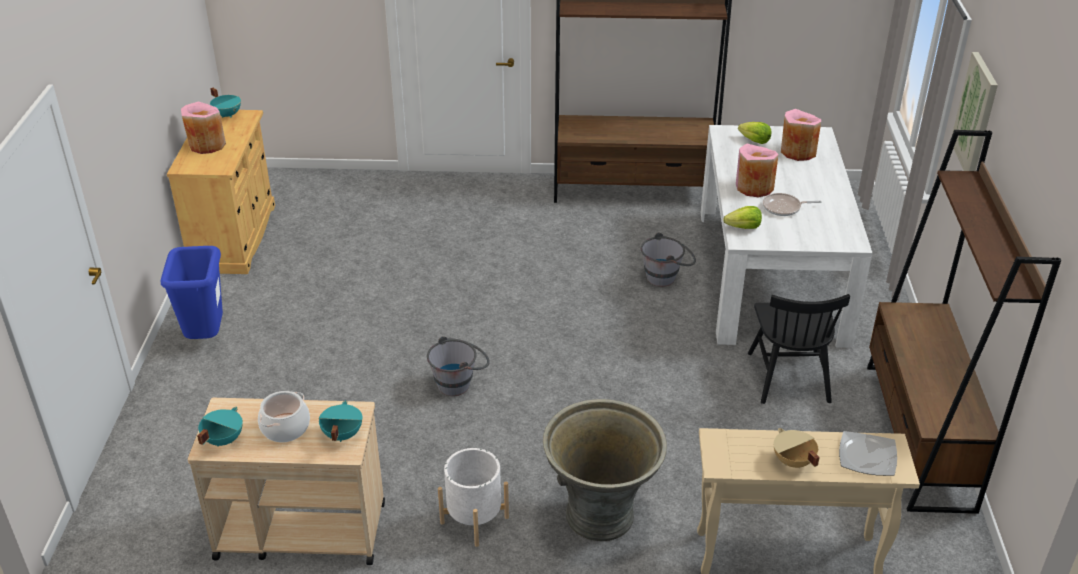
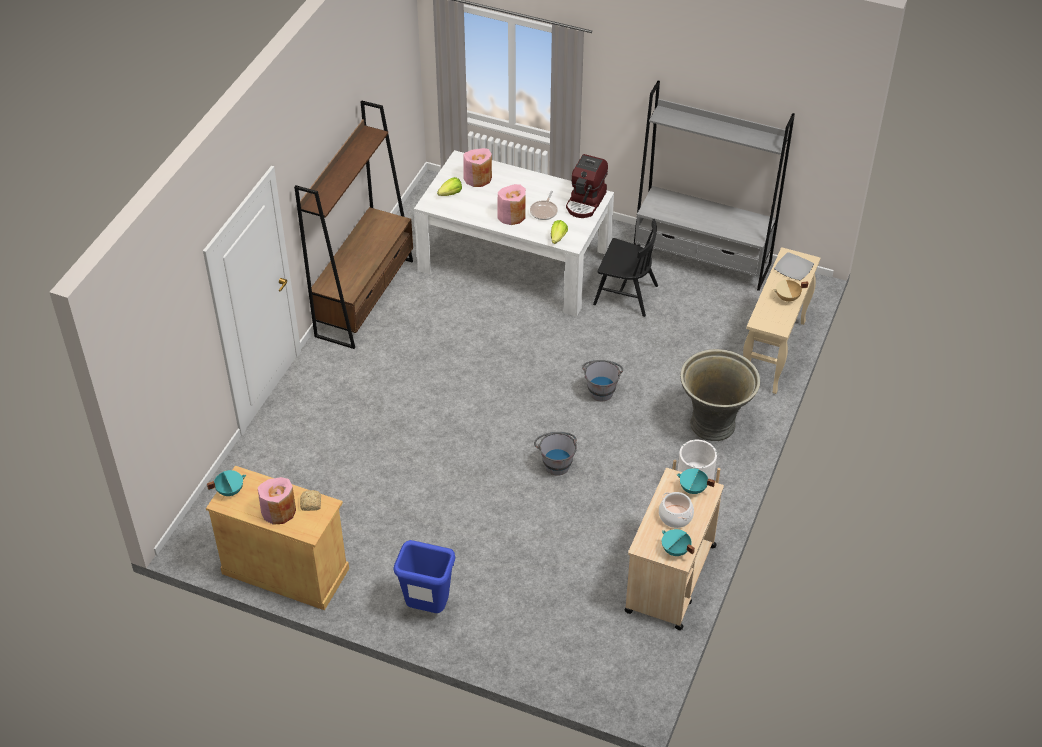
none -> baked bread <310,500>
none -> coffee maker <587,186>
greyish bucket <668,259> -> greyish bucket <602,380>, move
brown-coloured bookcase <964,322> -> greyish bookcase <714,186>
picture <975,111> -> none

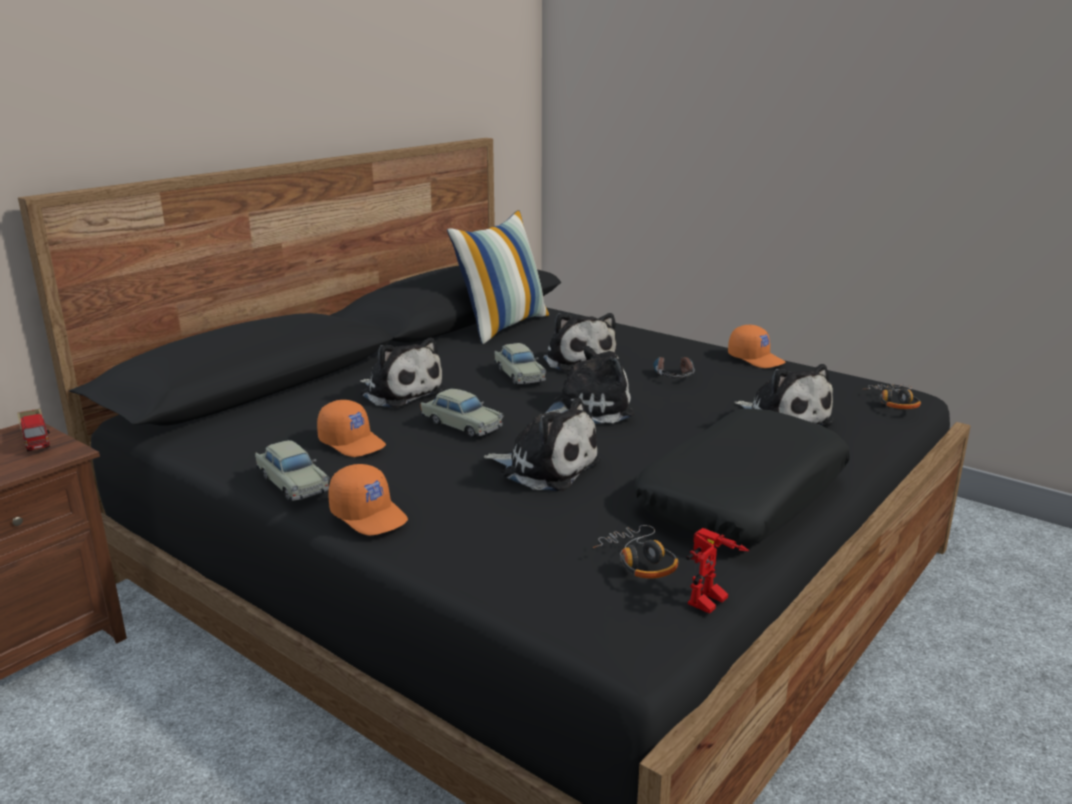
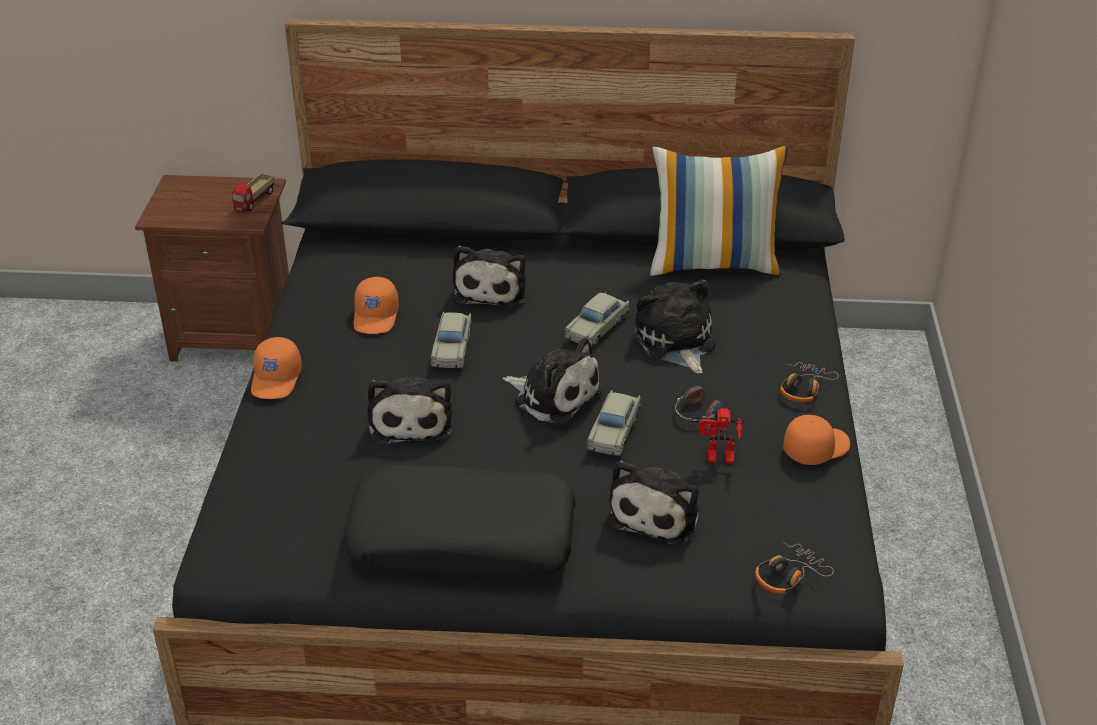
beige-coloured miniature car <292,470> -> beige-coloured miniature car <614,423>, move
soft toy <579,342> -> soft toy <675,326>, 135 degrees clockwise
model robot <717,571> -> model robot <721,436>, move
pair of headphones <635,552> -> pair of headphones <809,382>, move
orangey cap <757,346> -> orangey cap <816,440>, 135 degrees counterclockwise

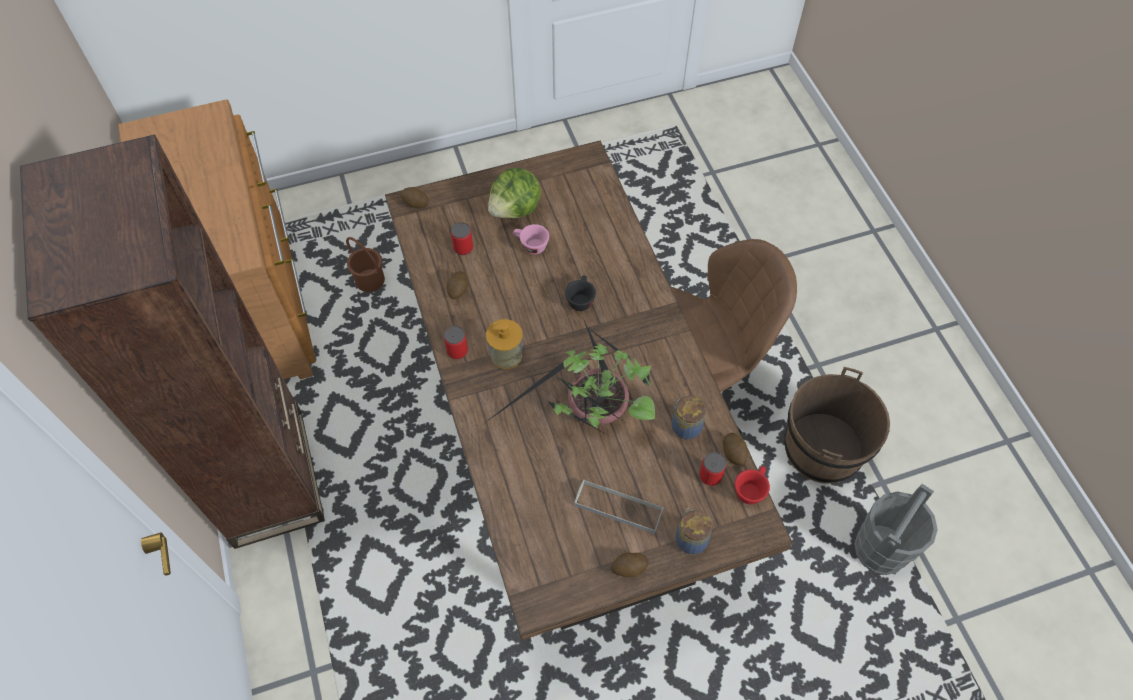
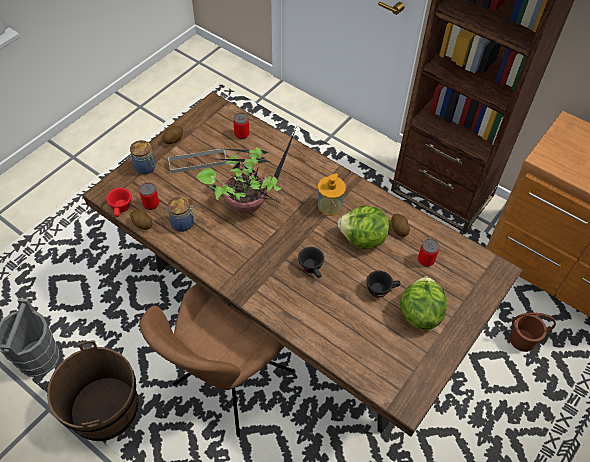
metal can <456,342> -> metal can <241,126>, move
none -> head of lettuce <363,227>
pink small cup <531,239> -> blackish small cup <383,284>
spud <414,197> -> none

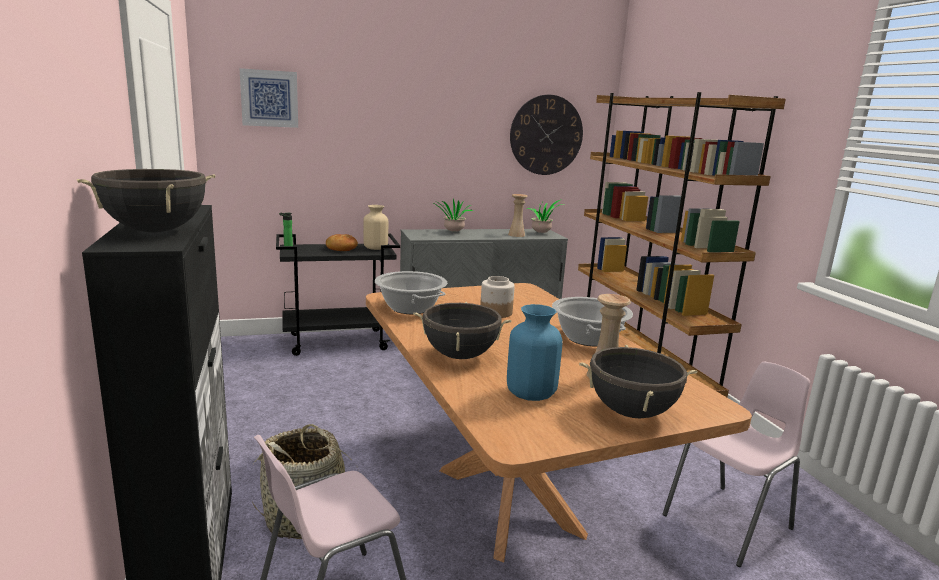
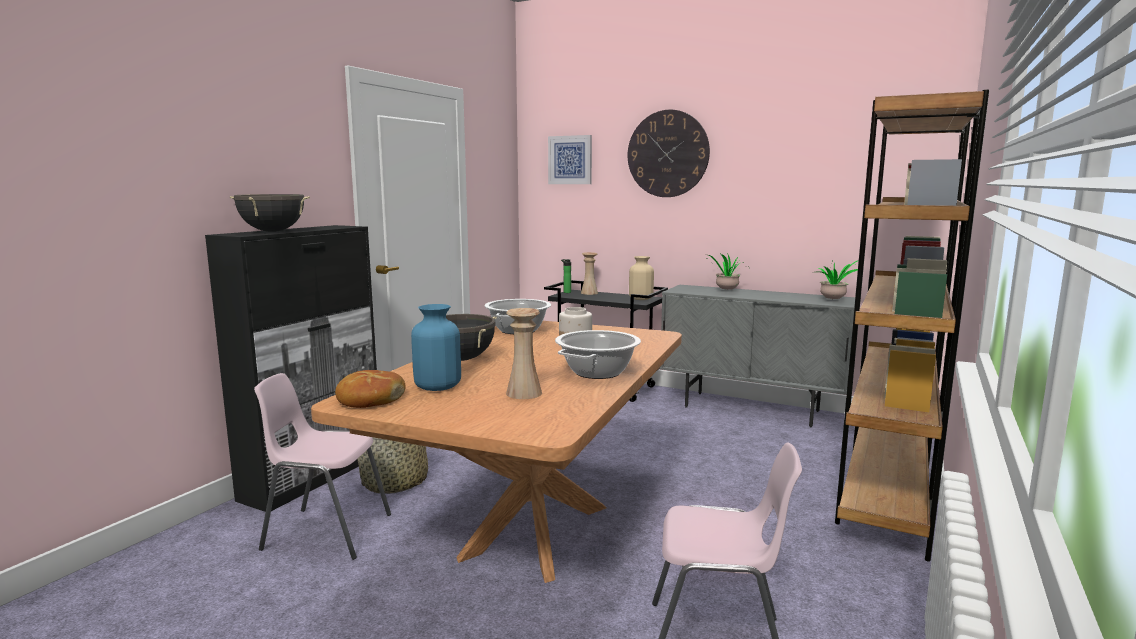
baked bread <342,242> -> baked bread <370,389>, move
beige-coloured vase <518,215> -> beige-coloured vase <589,273>, move
hanging clock <546,135> -> hanging clock <669,153>, move
blackish saucepot <638,381> -> none

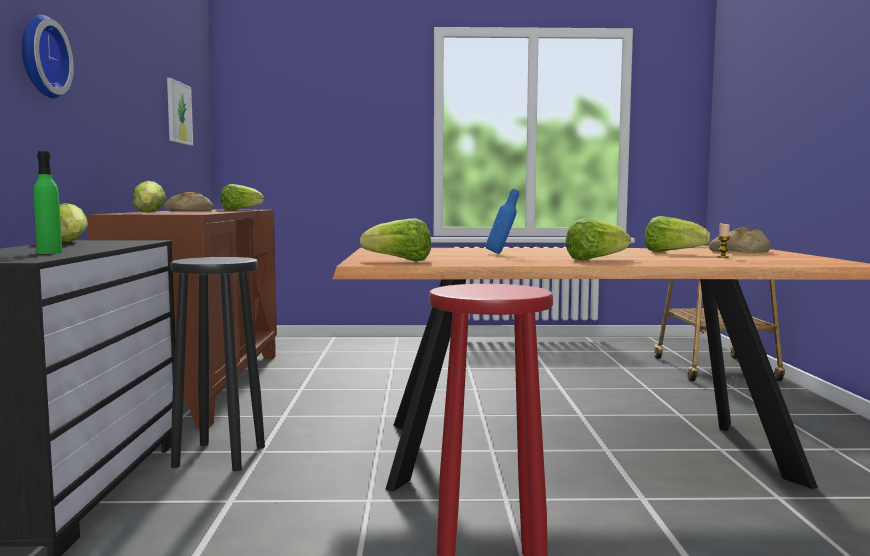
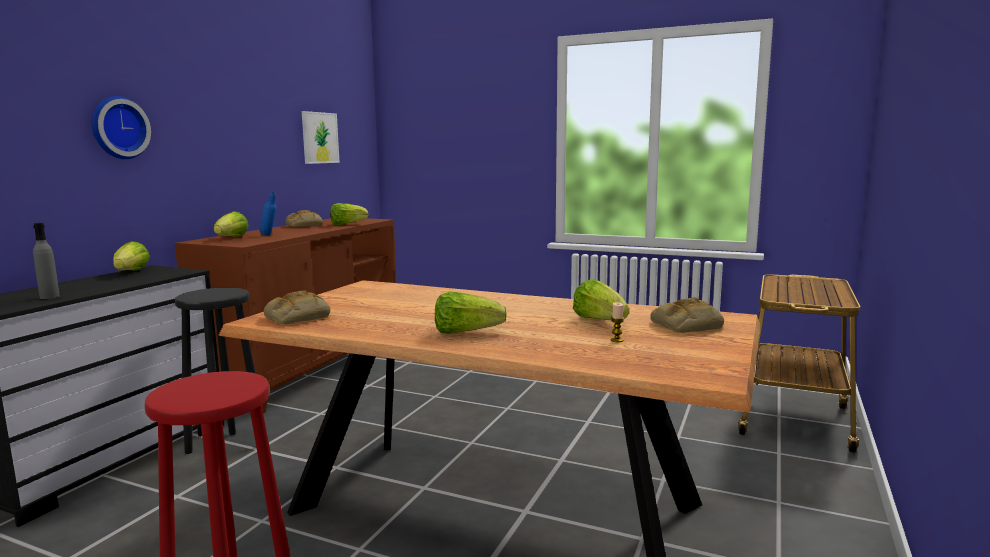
greenish drink bottle <48,202> -> greyish drink bottle <46,261>
bluish drink bottle <502,221> -> bluish drink bottle <268,213>, move
head of lettuce <395,239> -> baked bread <297,307>

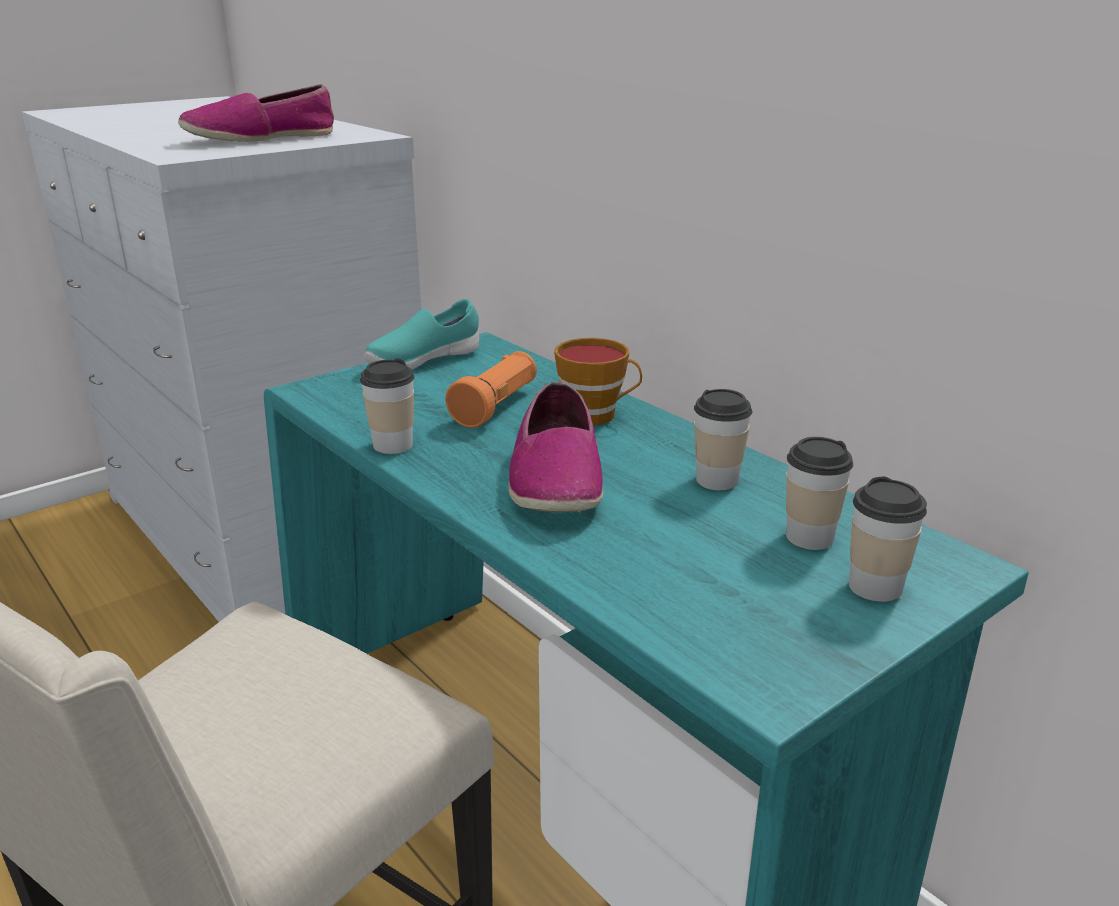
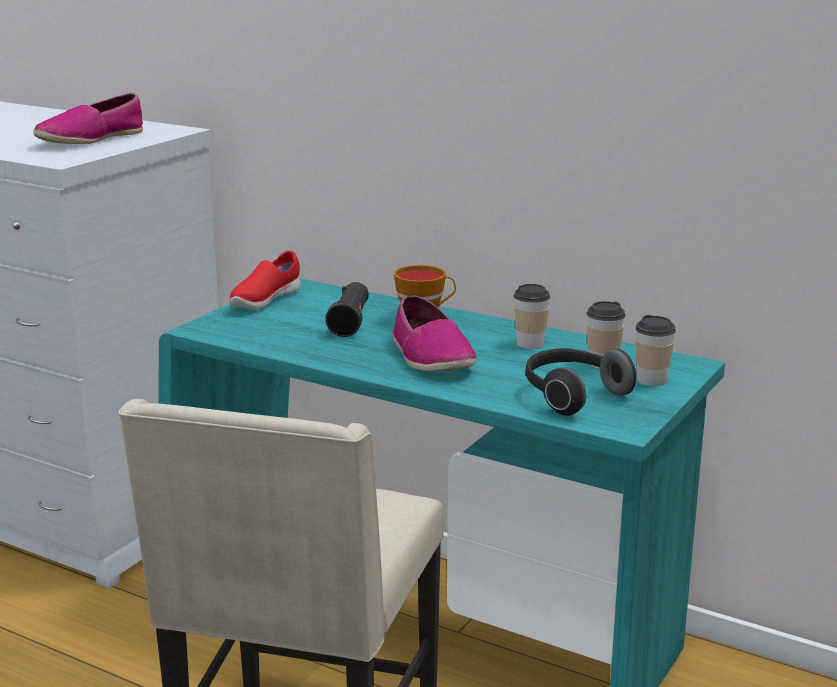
blue-green low shoe <421,334> -> reddish low shoe <265,279>
orangey hand torch <491,389> -> blackish hand torch <347,309>
none -> pair of headphones <580,382>
small cup <387,406> -> none

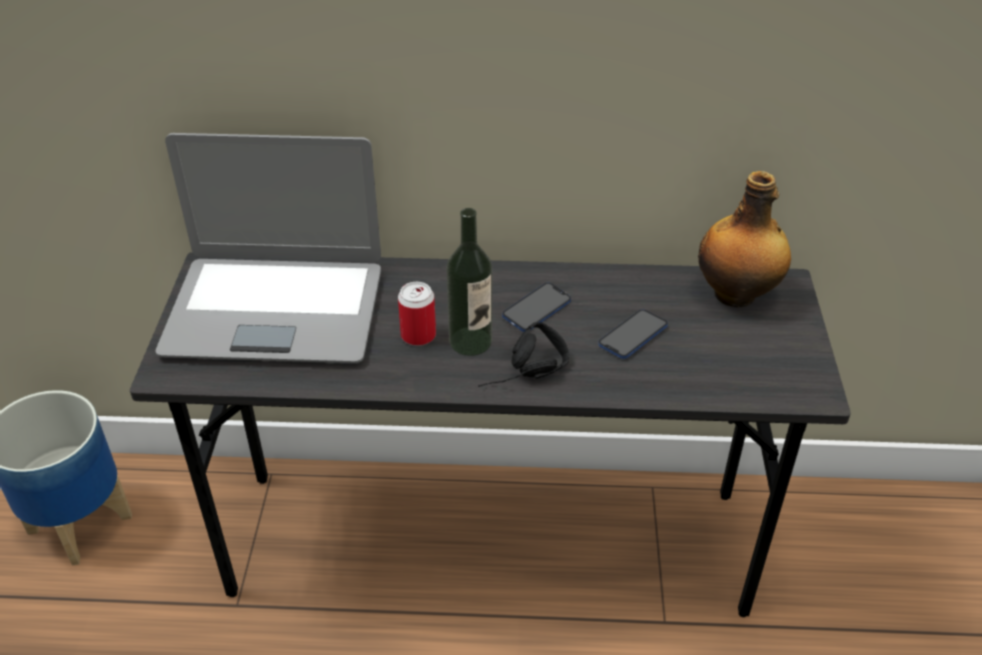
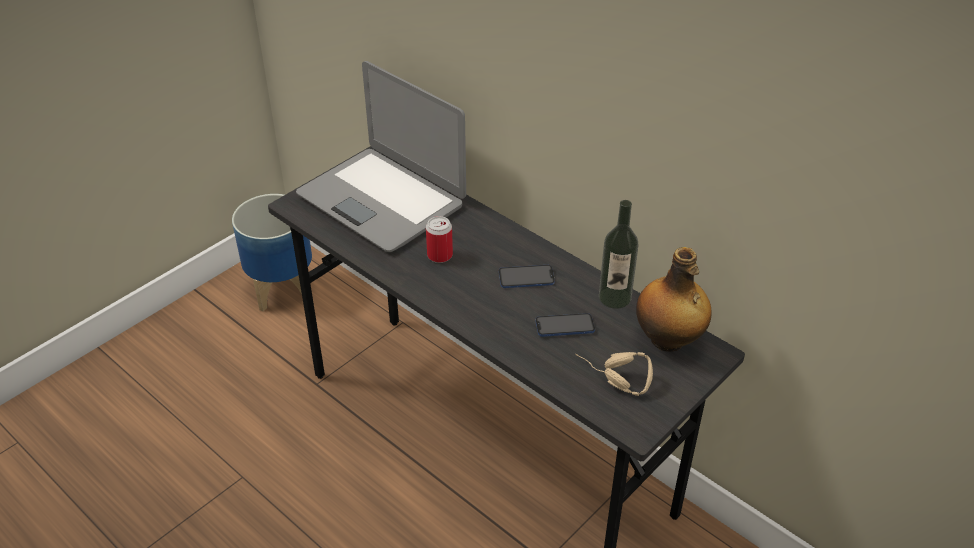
none -> beige-coloured pair of headphones <614,374>
drink bottle <469,282> -> drink bottle <618,254>, move
blackish pair of headphones <523,354> -> none

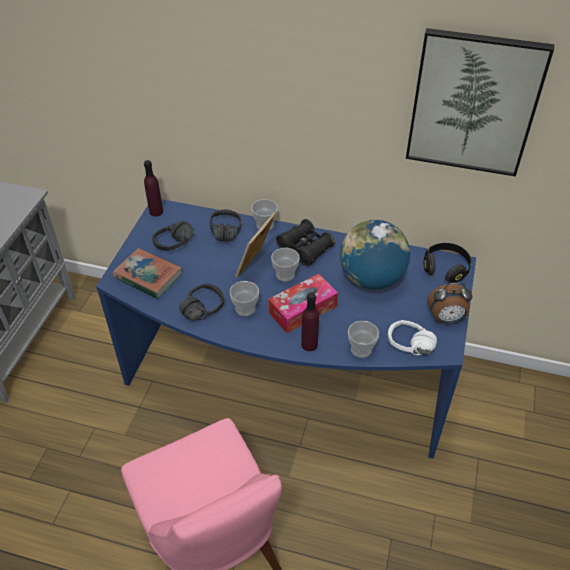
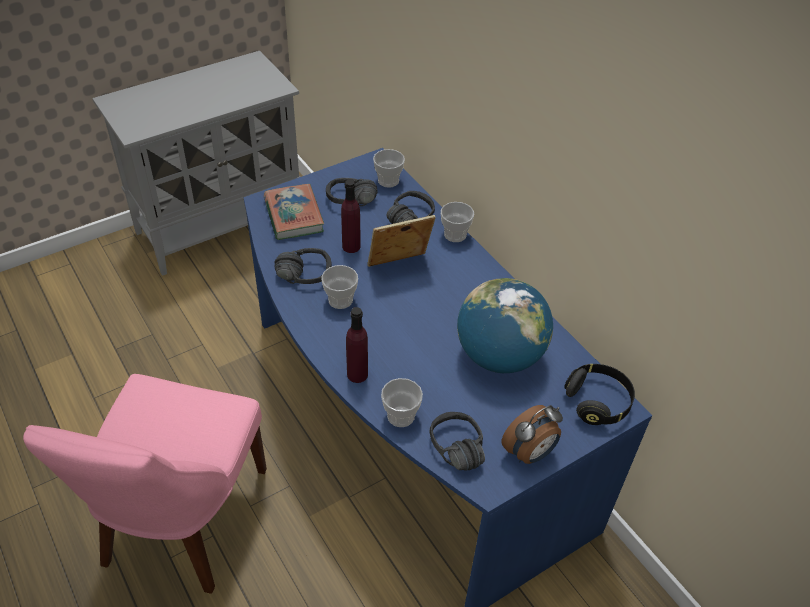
purple-coloured drink bottle <153,188> -> purple-coloured drink bottle <350,216>, move
small cup <285,264> -> small cup <389,168>, move
whitish pair of headphones <412,337> -> blackish pair of headphones <457,441>
table clock <450,303> -> table clock <532,434>, 75 degrees counterclockwise
tissue box <303,303> -> none
blackish pair of binoculars <305,242> -> none
picture <480,102> -> none

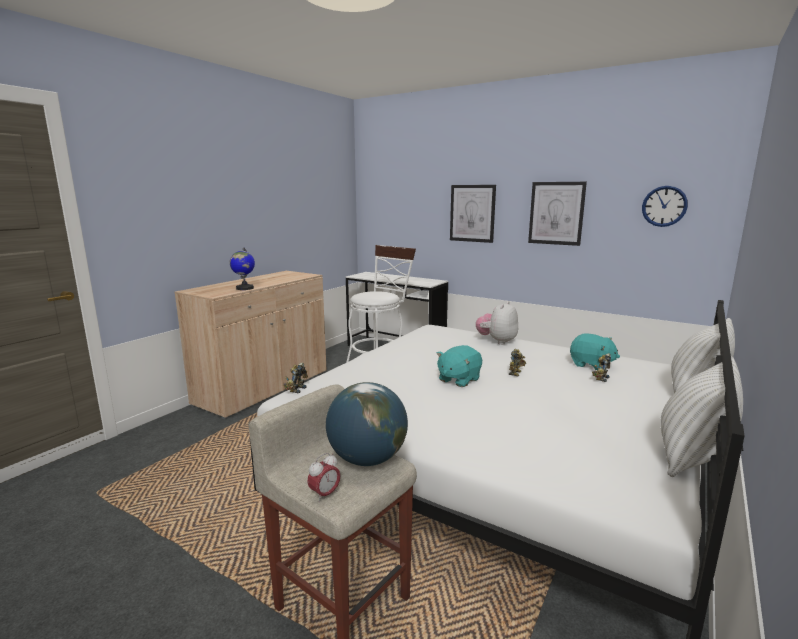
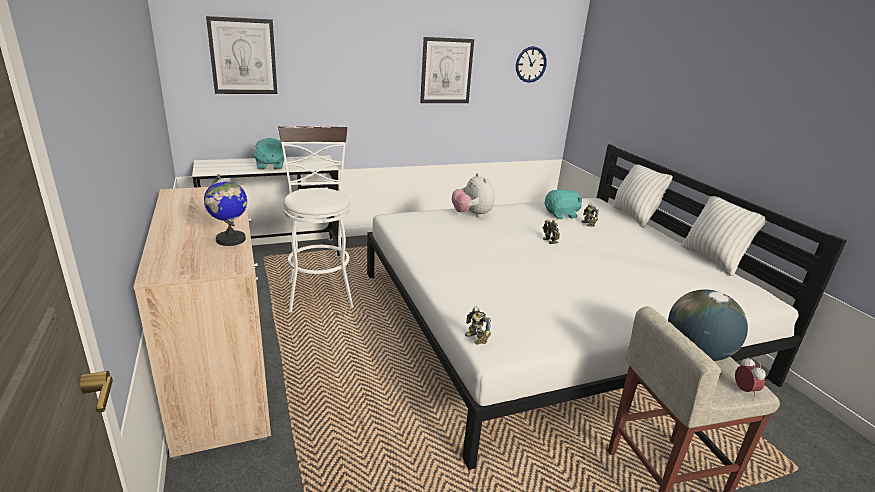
picture <473,214> -> picture <241,55>, move
blue-green soft toy <459,366> -> blue-green soft toy <268,154>, move

